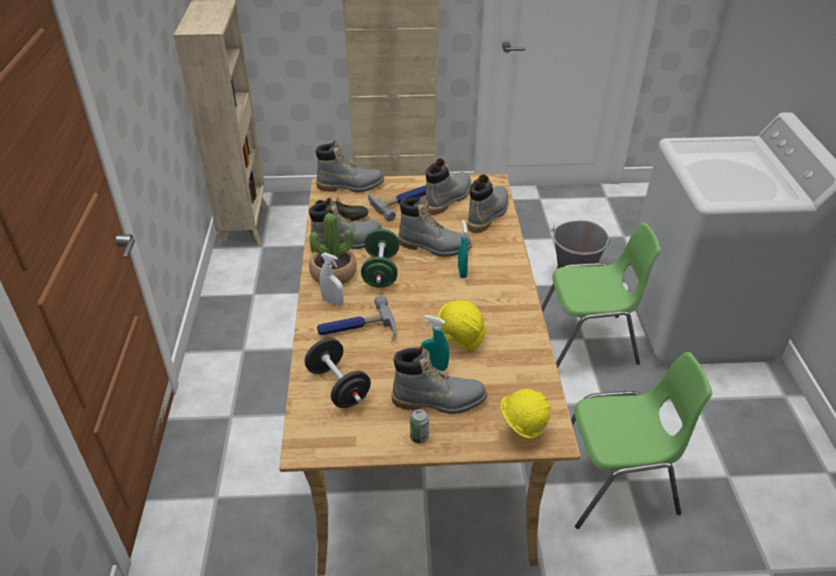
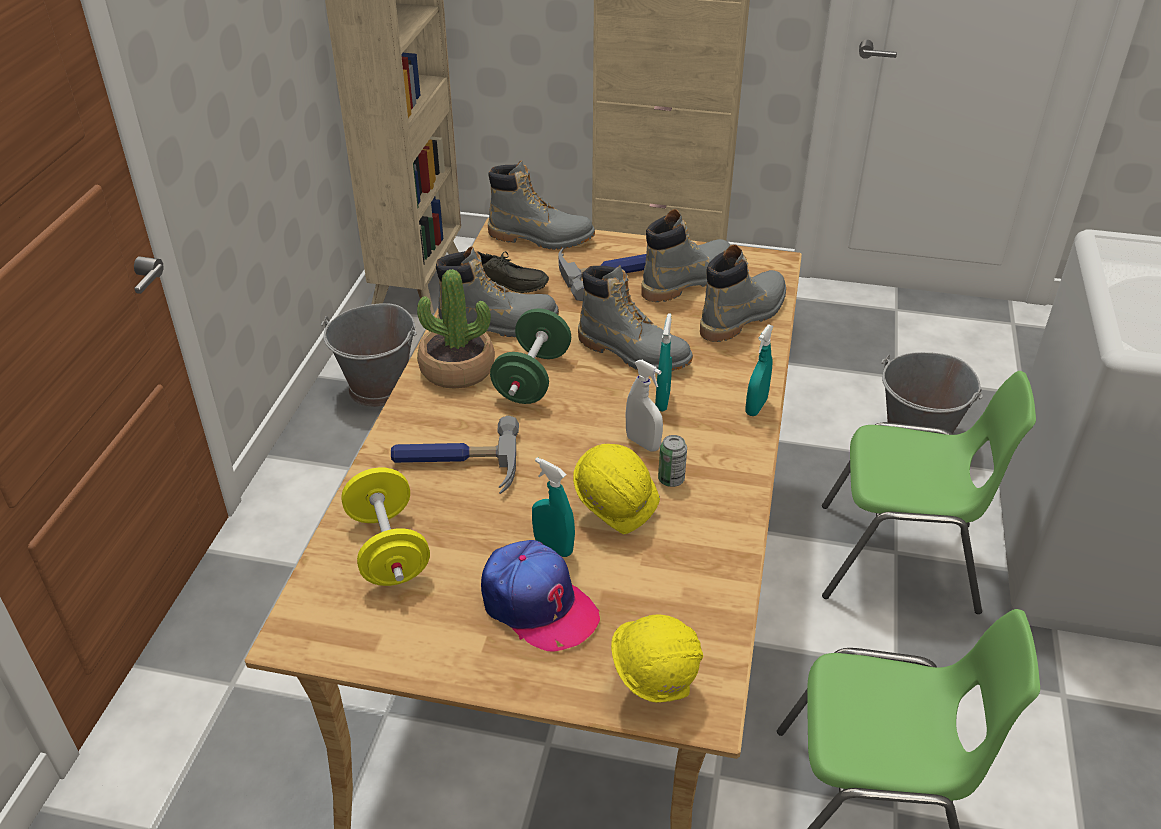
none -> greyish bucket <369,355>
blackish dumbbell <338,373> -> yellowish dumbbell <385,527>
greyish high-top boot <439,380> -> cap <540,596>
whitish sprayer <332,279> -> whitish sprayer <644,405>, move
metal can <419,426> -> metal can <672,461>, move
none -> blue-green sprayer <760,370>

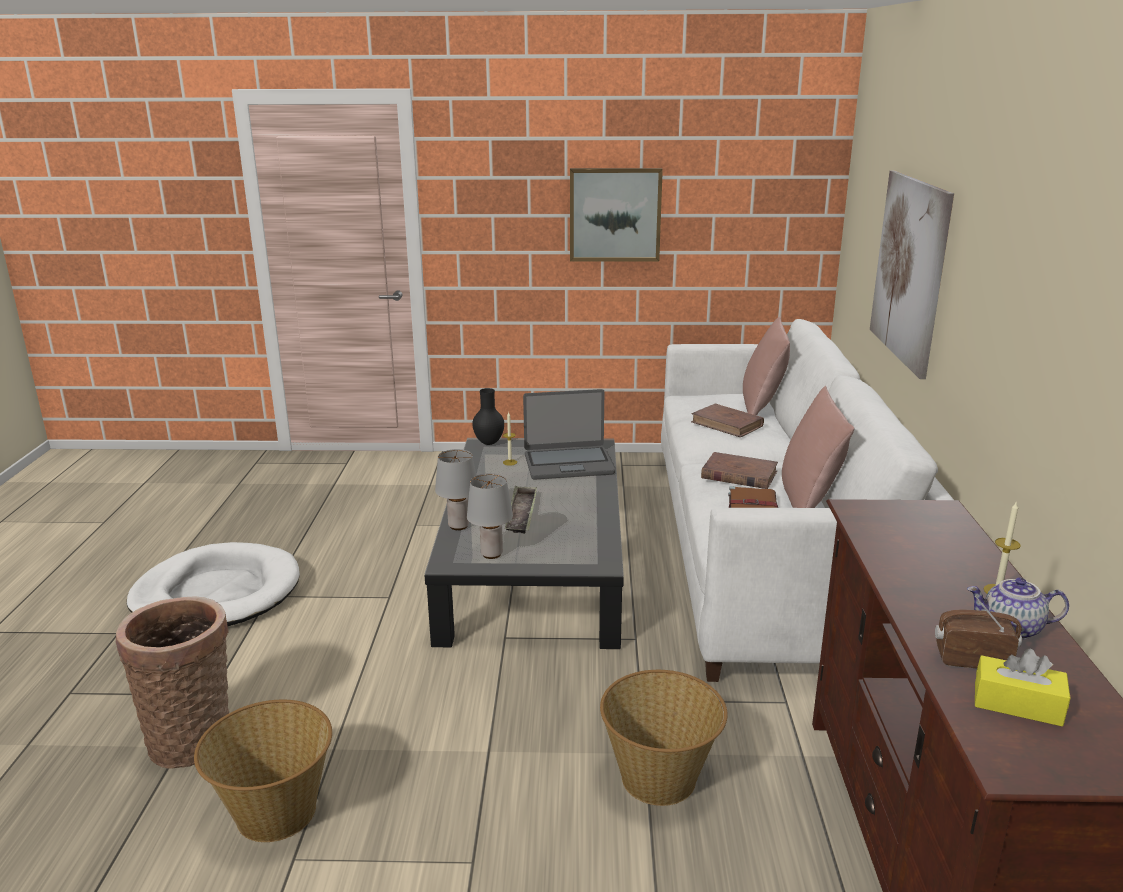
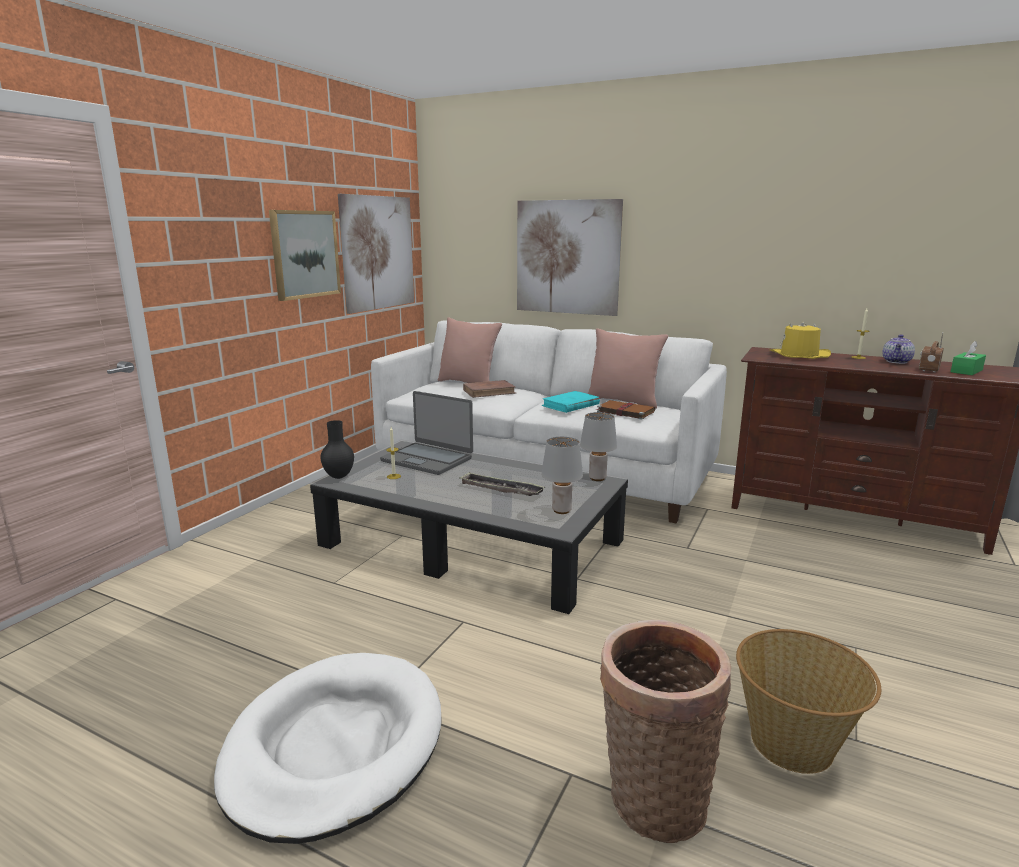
none -> picture <376,254>
notebook computer <569,434> -> notebook computer <426,433>, 105 degrees clockwise
brown-coloured book <739,470> -> blue-green book <570,402>
greyish lamp for a table <455,489> -> greyish lamp for a table <598,446>, move
none -> yellowish hat <800,340>
yellowish tissue box <1022,687> -> greenish tissue box <968,358>
storage basket <664,738> -> none

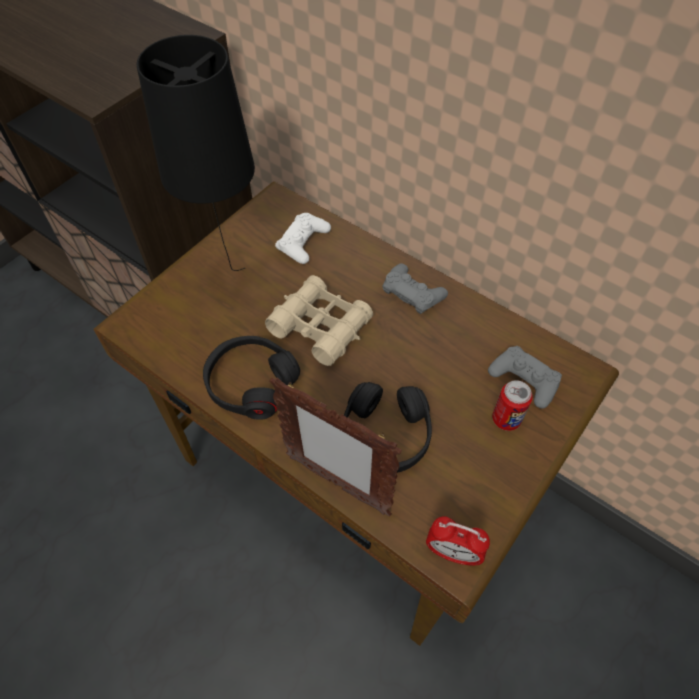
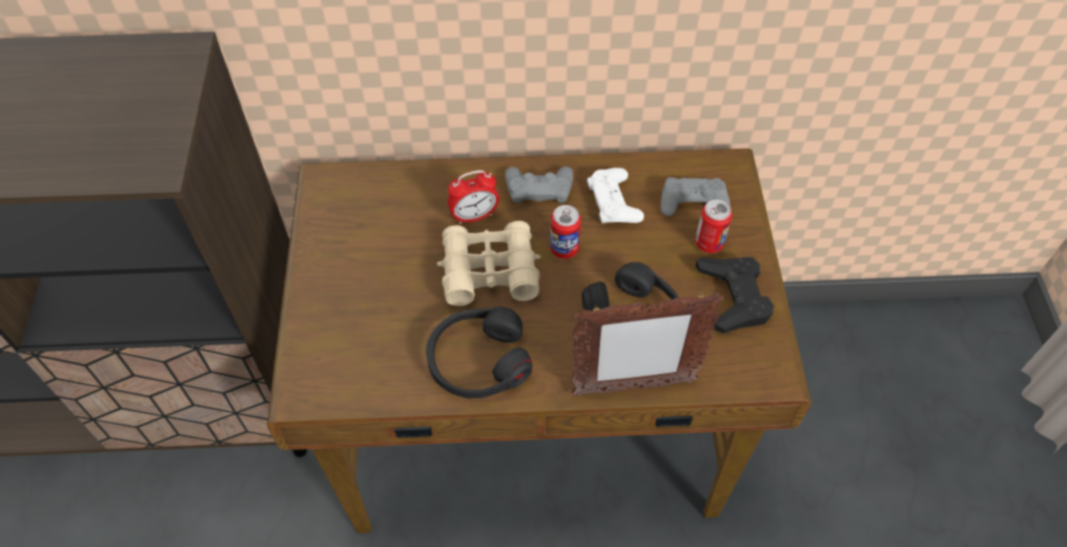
table clock <458,541> -> table clock <473,197>, move
none -> metal can <565,232>
whitish game controller <303,238> -> whitish game controller <615,195>, move
none -> blackish game controller <735,295>
blackish lamp for a table <196,153> -> none

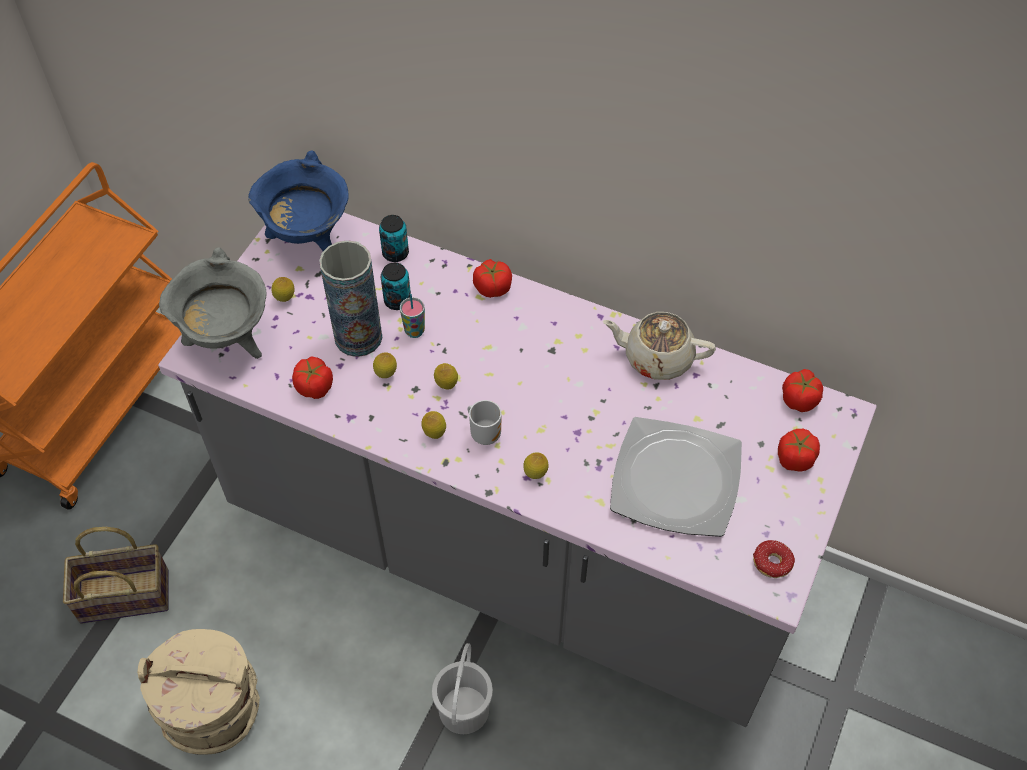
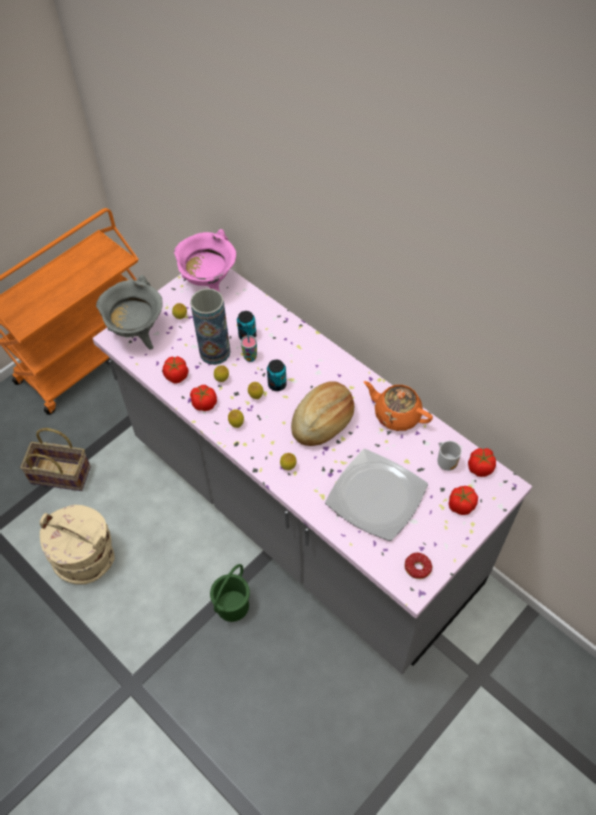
bluish saucepot <298,200> -> pink saucepot <205,260>
tomato <492,278> -> tomato <203,398>, move
whitish bucket <462,688> -> greenish bucket <230,593>
metal can <394,238> -> metal can <277,375>, move
none -> baked bread <322,414>
beige-coloured teapot <659,346> -> orangey teapot <398,406>
tea mug <484,422> -> tea mug <449,456>, move

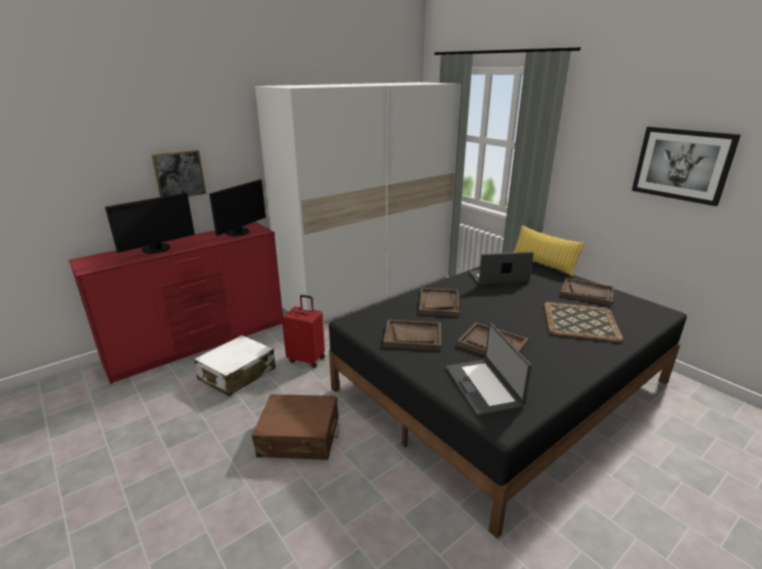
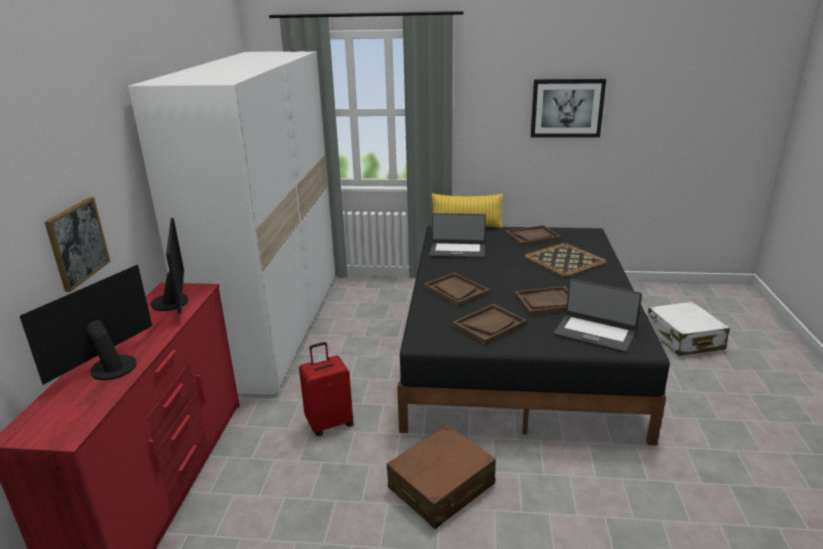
computer display <150,223> -> computer display <86,325>, 150 degrees counterclockwise
notebook computer <501,268> -> notebook computer <457,235>, 120 degrees counterclockwise
whitish suitcase <235,365> -> whitish suitcase <689,329>, move

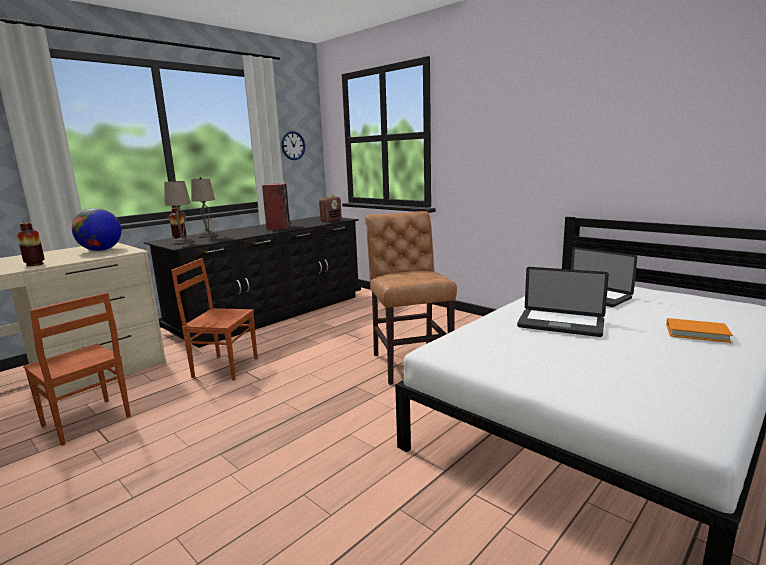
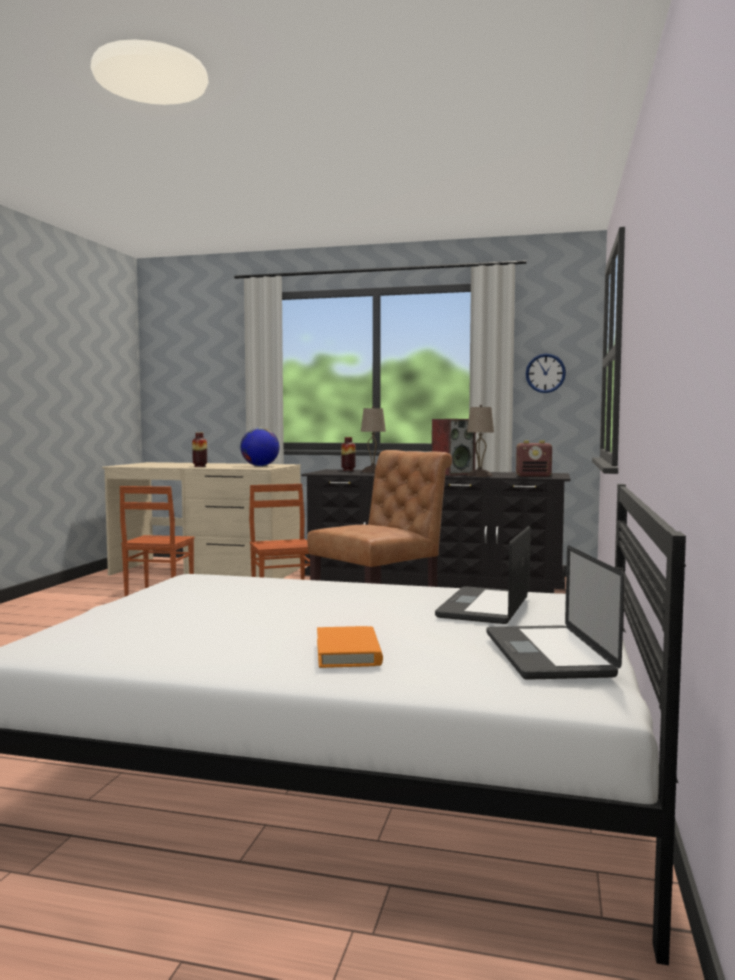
beige-coloured lamp for a table <180,212> -> beige-coloured lamp for a table <480,441>, move
notebook computer <563,302> -> notebook computer <555,613>, move

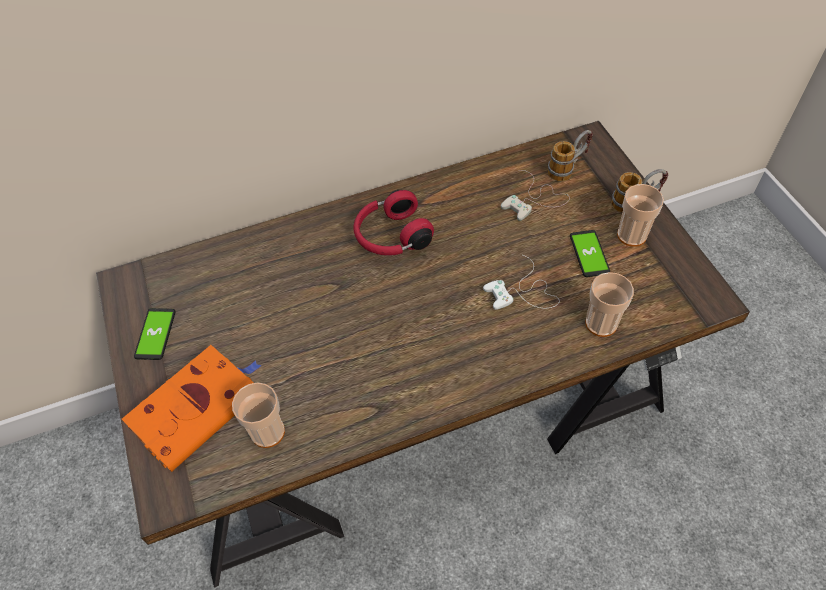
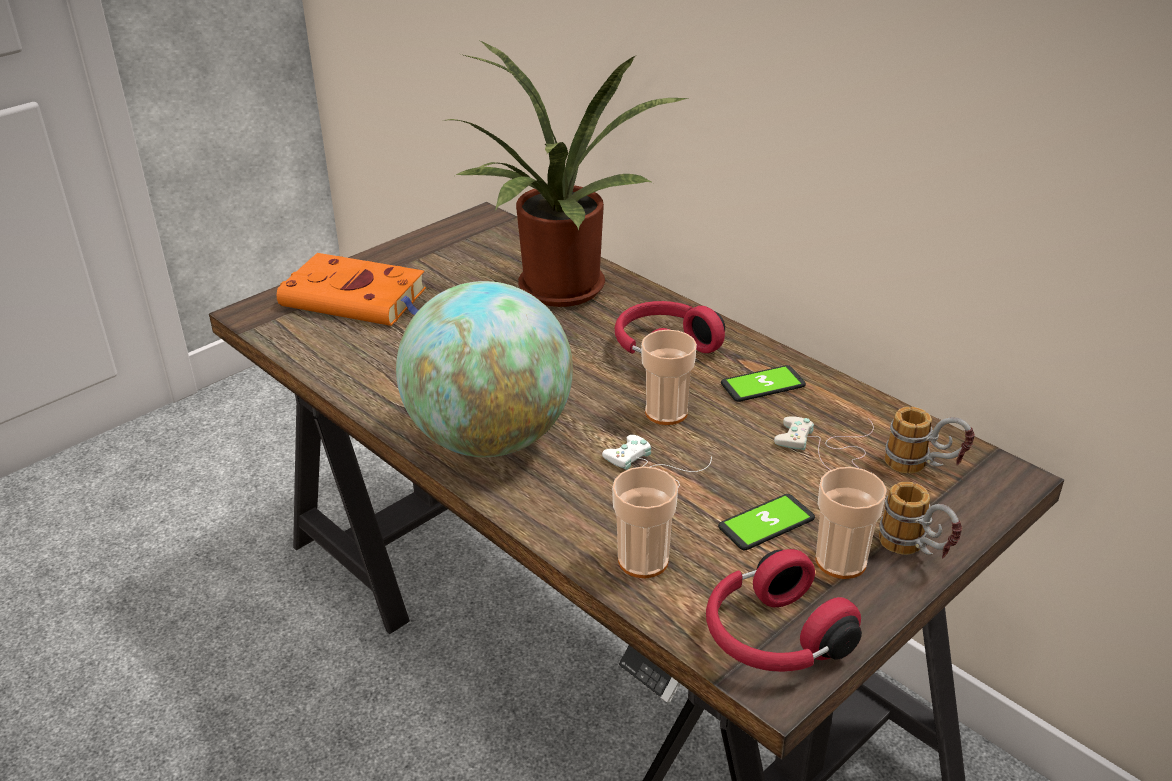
none -> desk globe <484,369>
none -> plant in a pot <564,173>
small cup <258,415> -> small cup <669,377>, move
none -> reddish pair of headphones <784,610>
handset <155,334> -> handset <763,383>, move

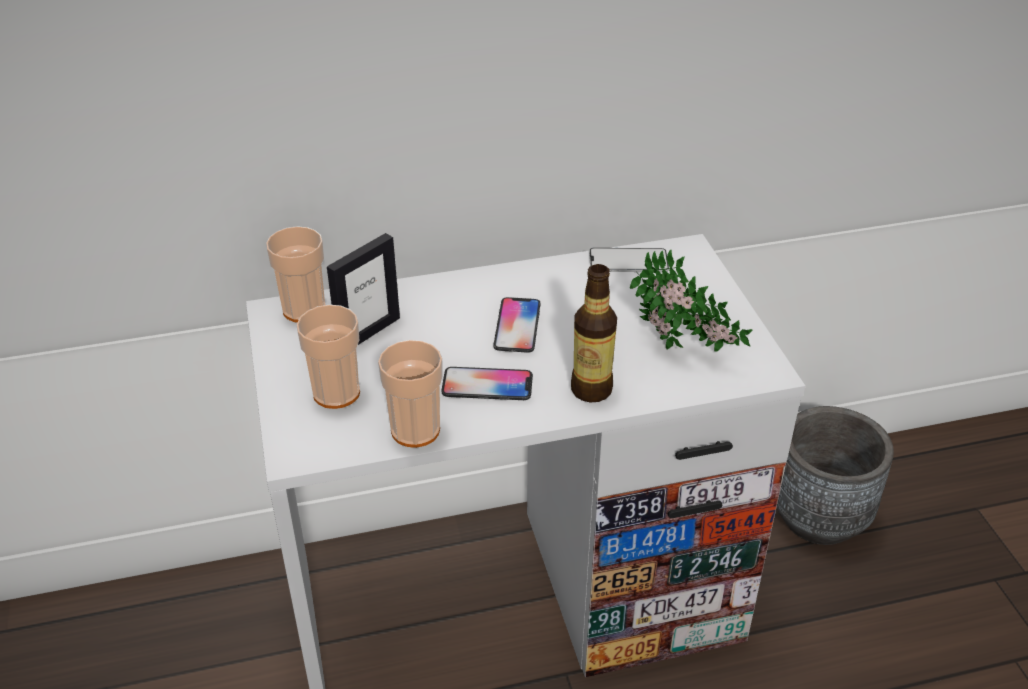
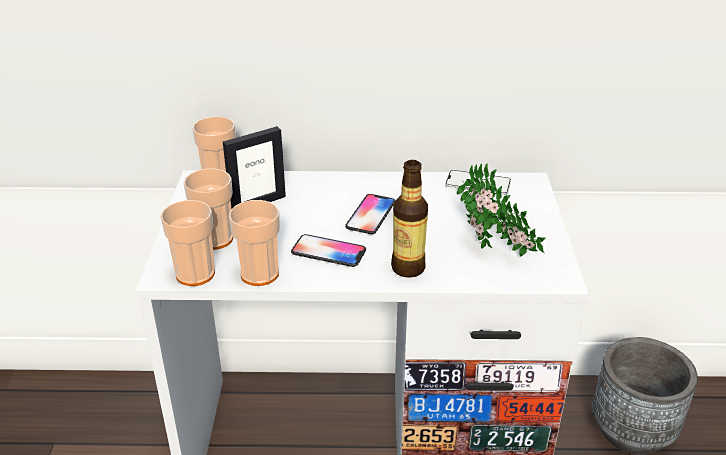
none -> small cup <188,243>

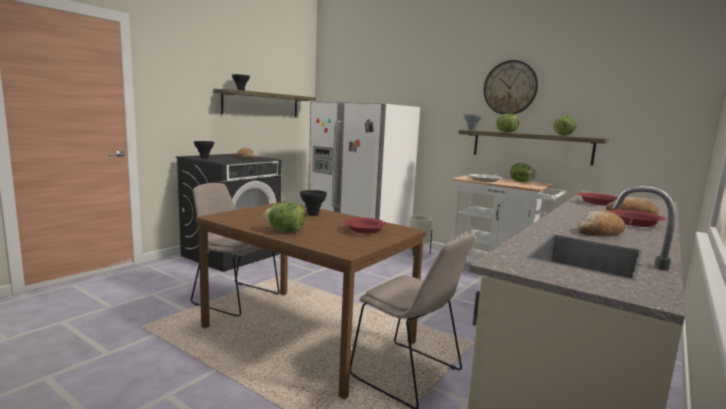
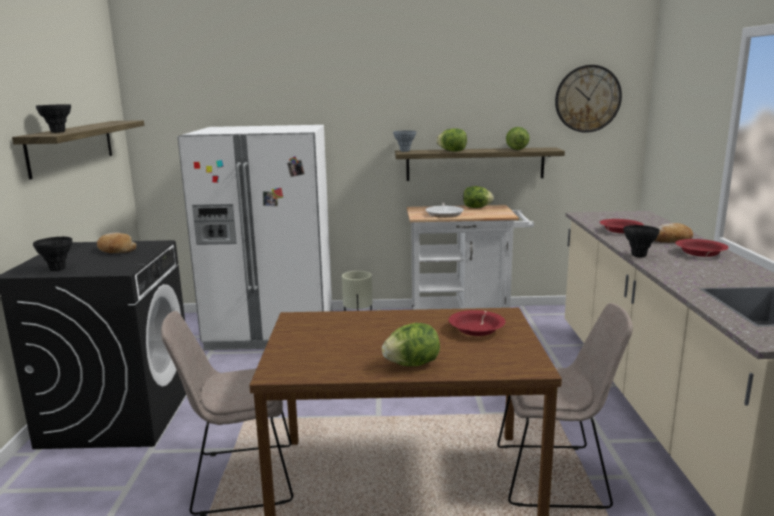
hanging clock <511,87> -> hanging clock <588,99>, move
blackish vase <313,203> -> blackish vase <642,241>, move
baked bread <601,223> -> none

